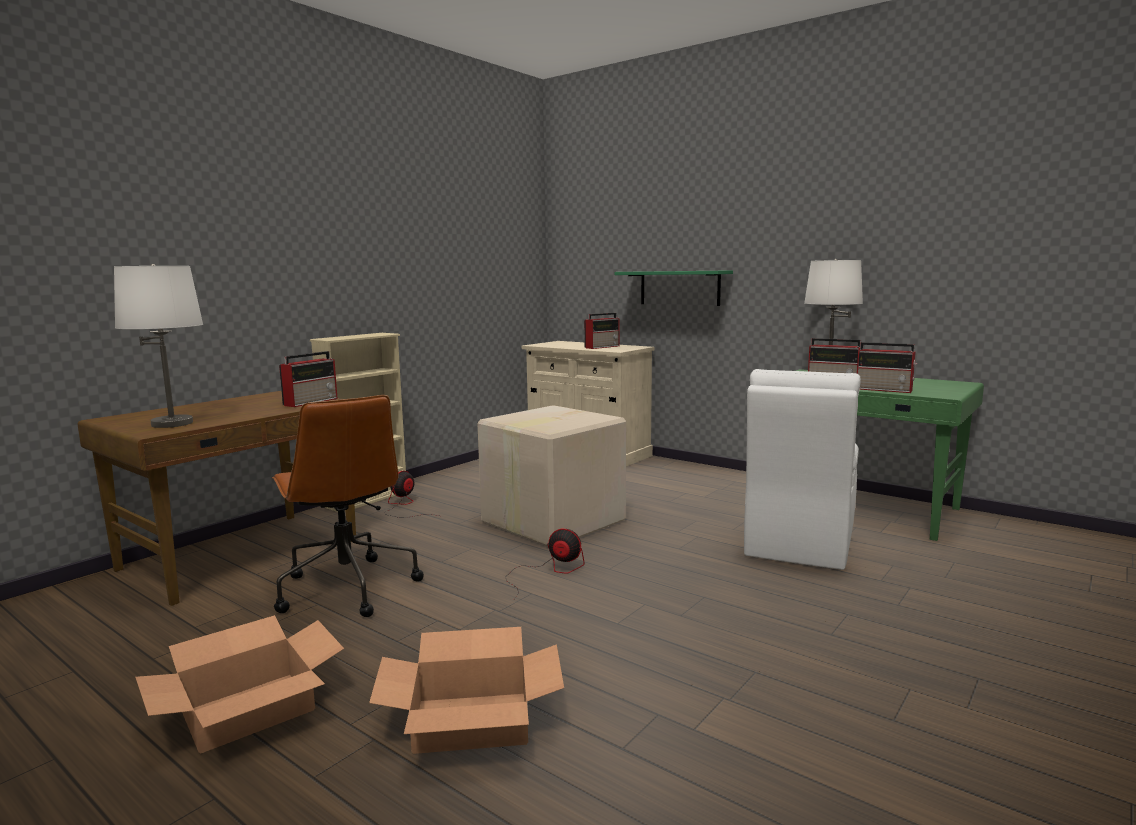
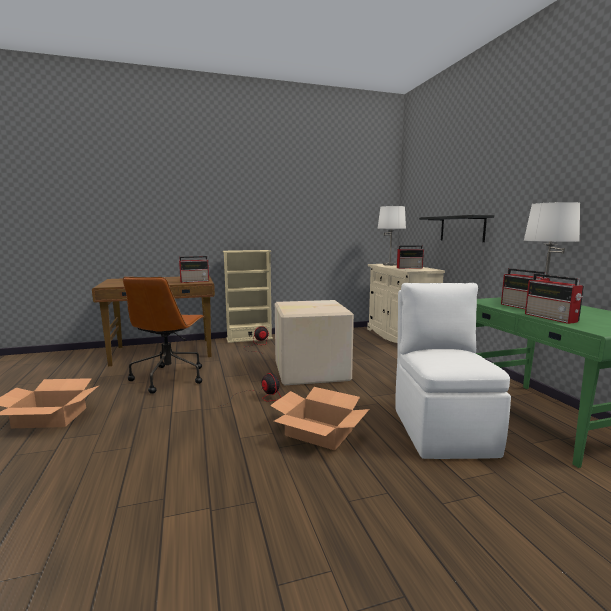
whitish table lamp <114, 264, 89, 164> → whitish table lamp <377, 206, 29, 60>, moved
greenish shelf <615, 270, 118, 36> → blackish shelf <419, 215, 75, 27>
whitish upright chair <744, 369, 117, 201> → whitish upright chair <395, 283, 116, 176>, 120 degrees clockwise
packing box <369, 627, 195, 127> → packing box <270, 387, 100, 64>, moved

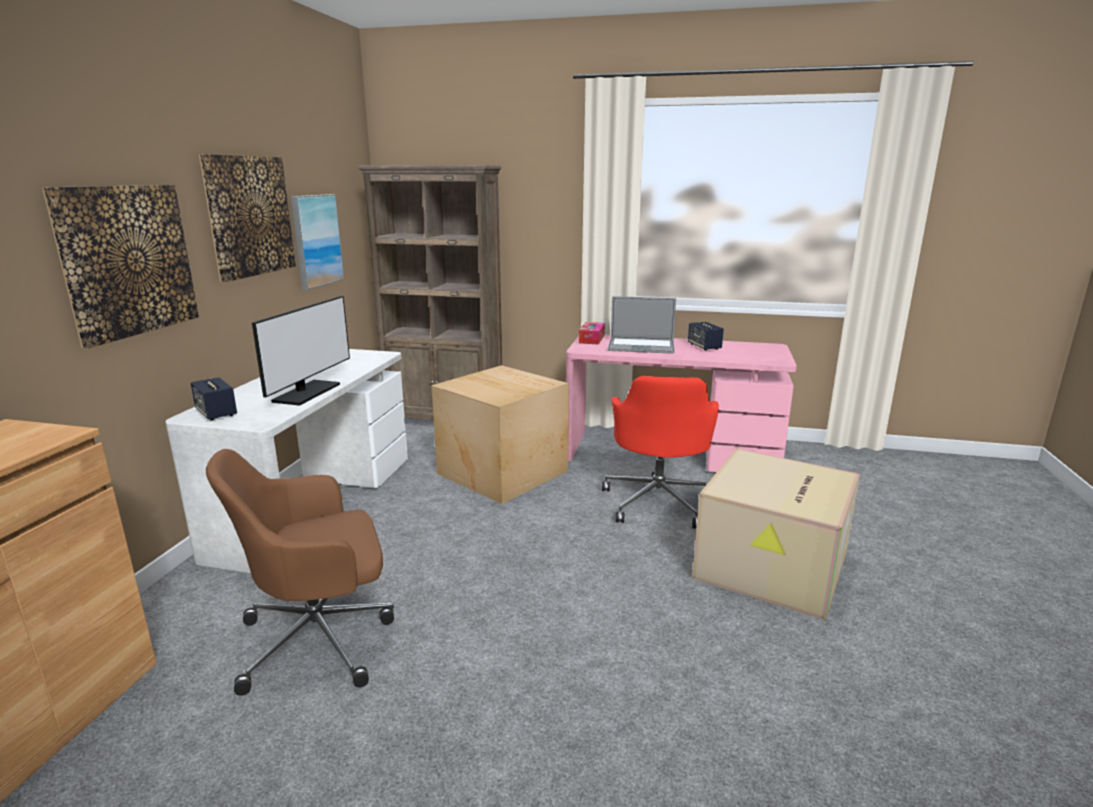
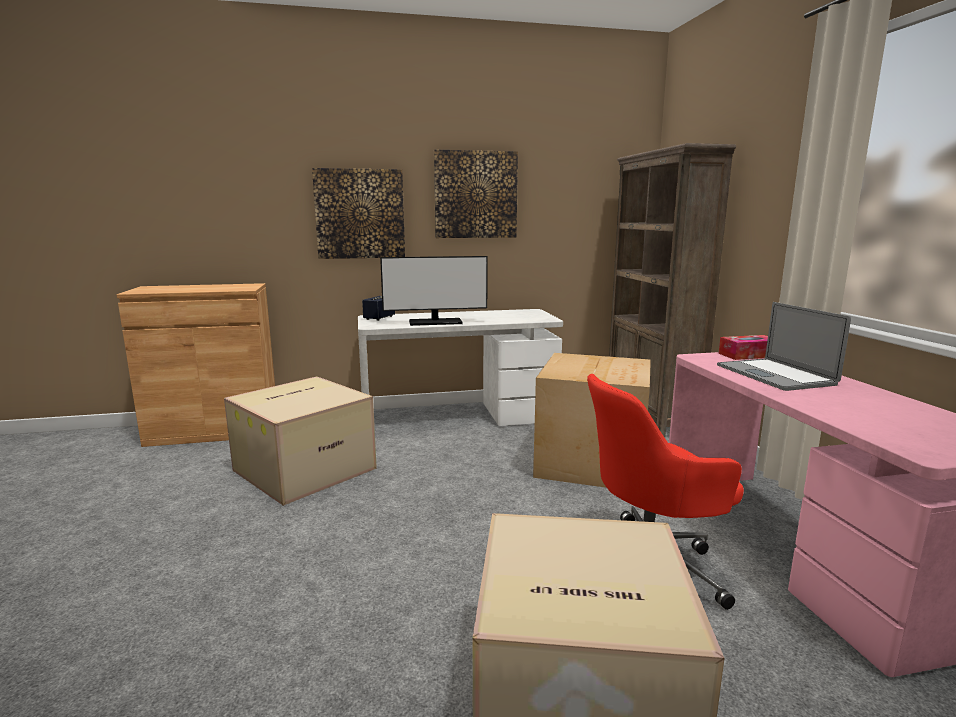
picture <291, 194, 53, 96> → -
loudspeaker <688, 322, 36, 29> → -
brown desk chair <206, 449, 188, 247> → packing box <224, 376, 153, 130>

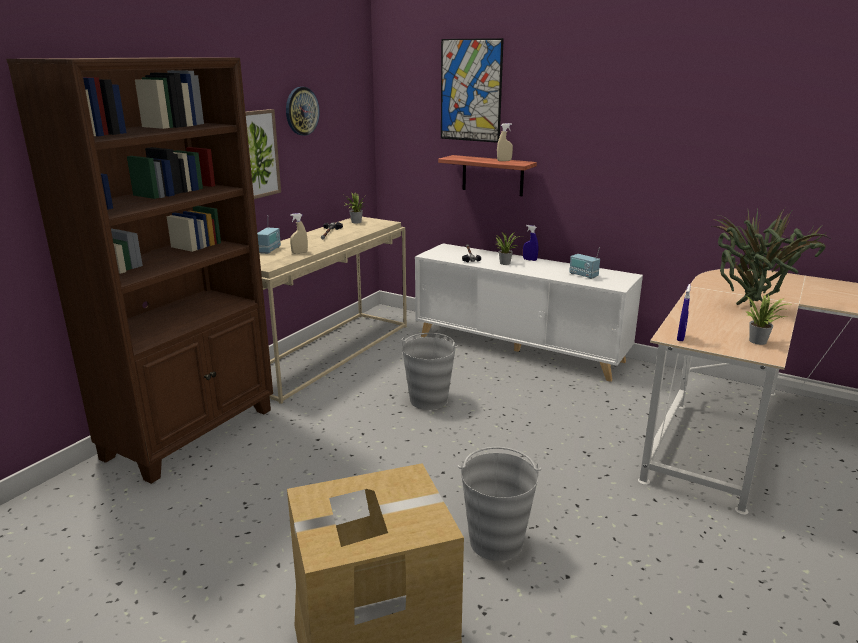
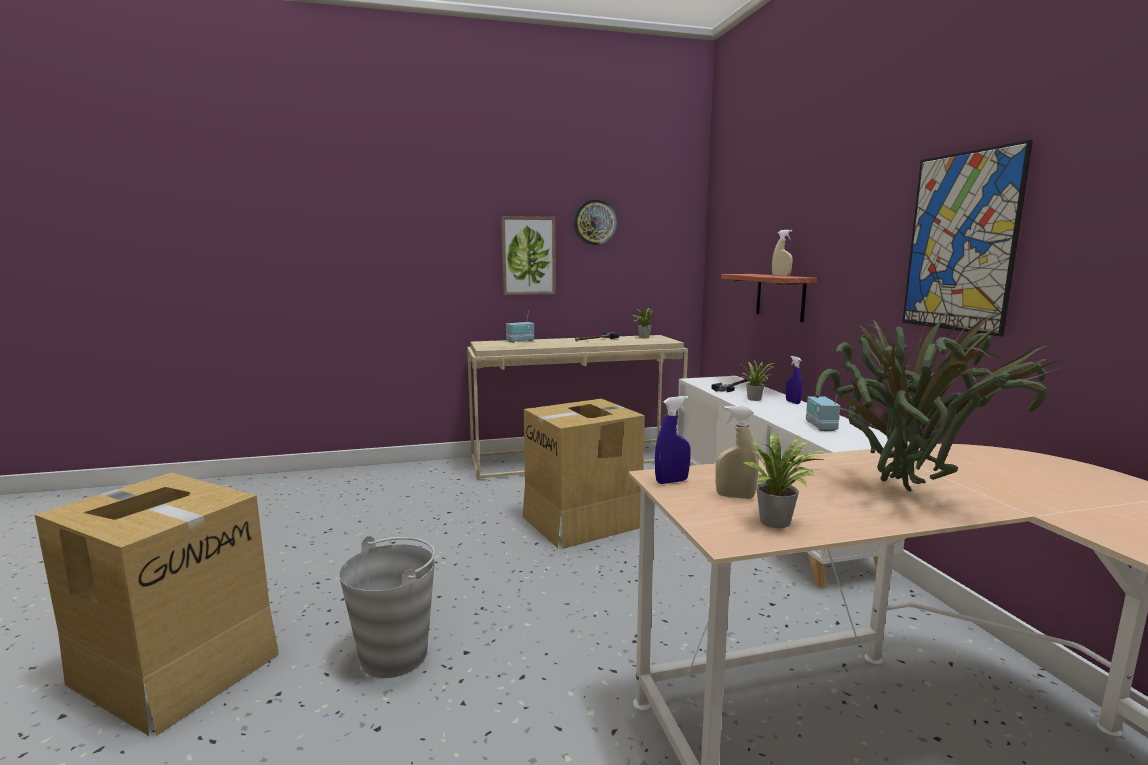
picture <441, 38, 63, 105> → picture <902, 140, 131, 196>, moved
brown bookshelf <6, 57, 267, 427> → -
beige-coloured hand sprayer <290, 213, 18, 41> → beige-coloured hand sprayer <715, 406, 44, 93>, moved
grey water bucket <401, 333, 57, 77> → packing box <522, 399, 123, 150>

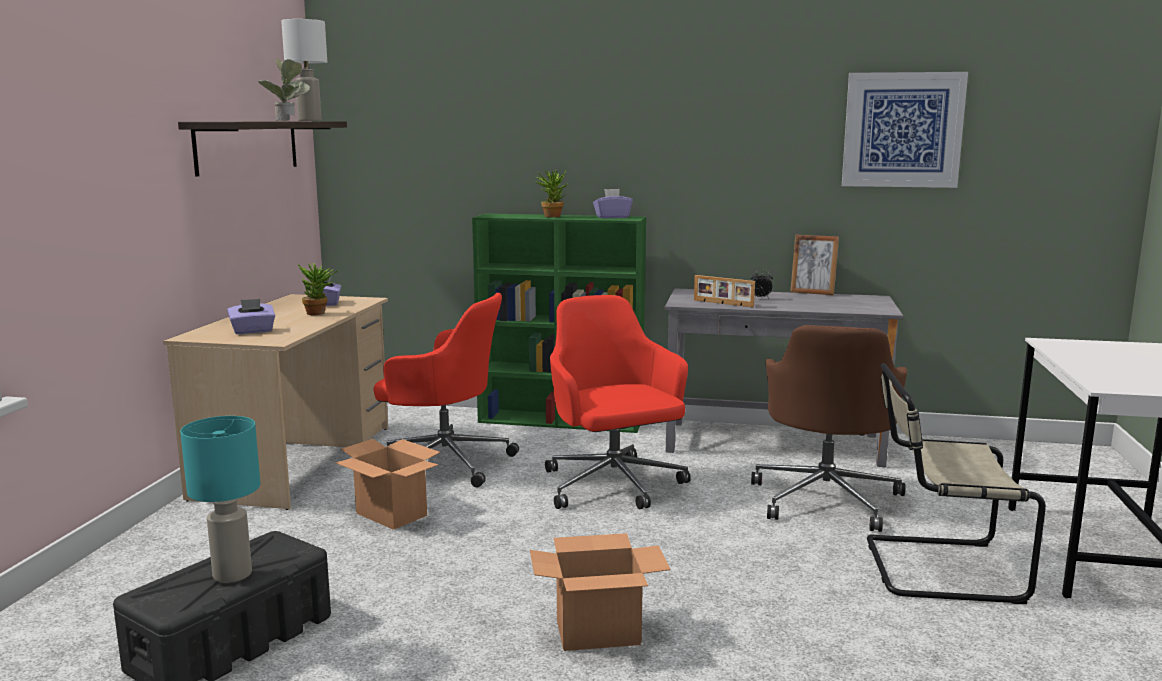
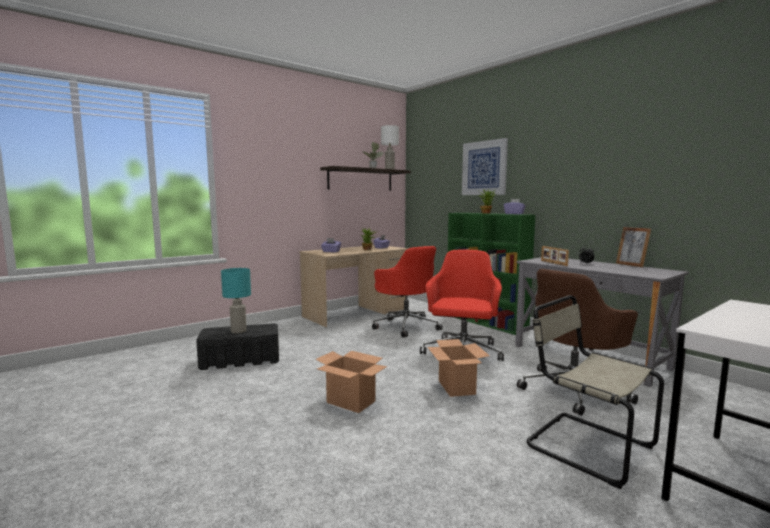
picture <842, 72, 126, 116> → picture <462, 138, 46, 57>, moved
packing box <336, 439, 104, 91> → packing box <427, 339, 63, 58>, moved

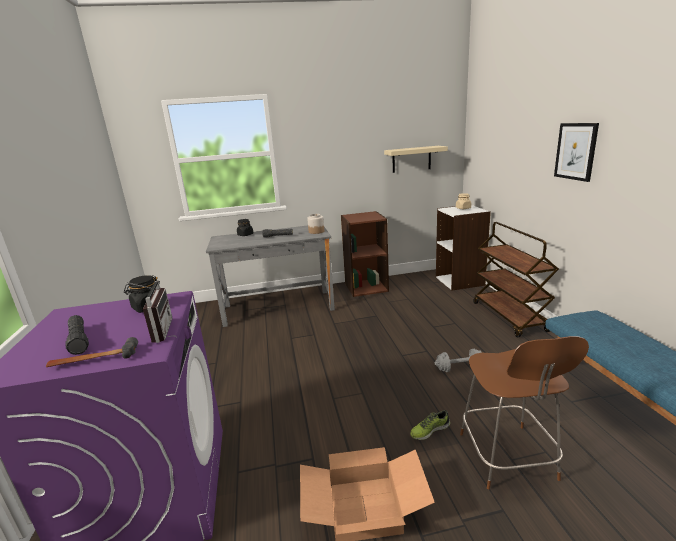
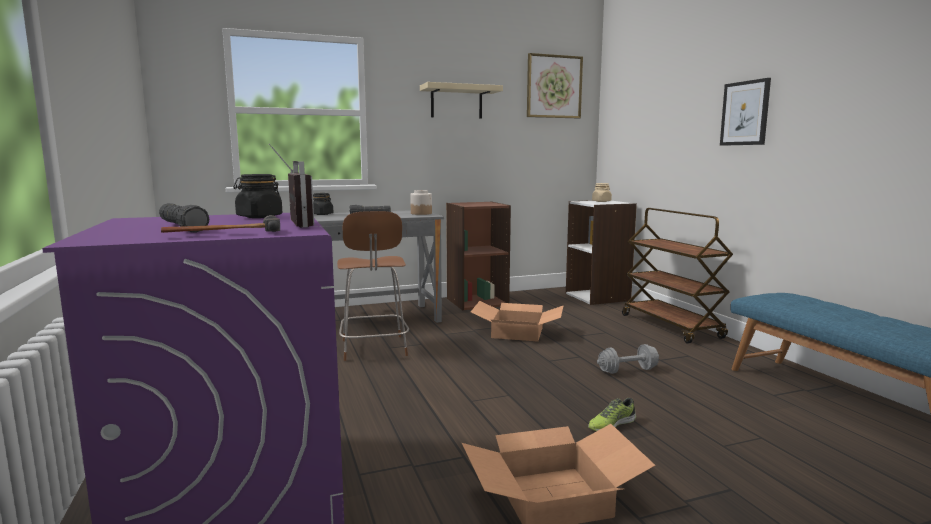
beige-coloured shelf <384, 146, 64, 27> → beige-coloured shelf <420, 82, 83, 37>, moved
brown upright chair <460, 336, 129, 154> → brown upright chair <337, 211, 72, 150>, moved
- → picture <527, 53, 56, 65>
- → packing box <471, 301, 93, 40>

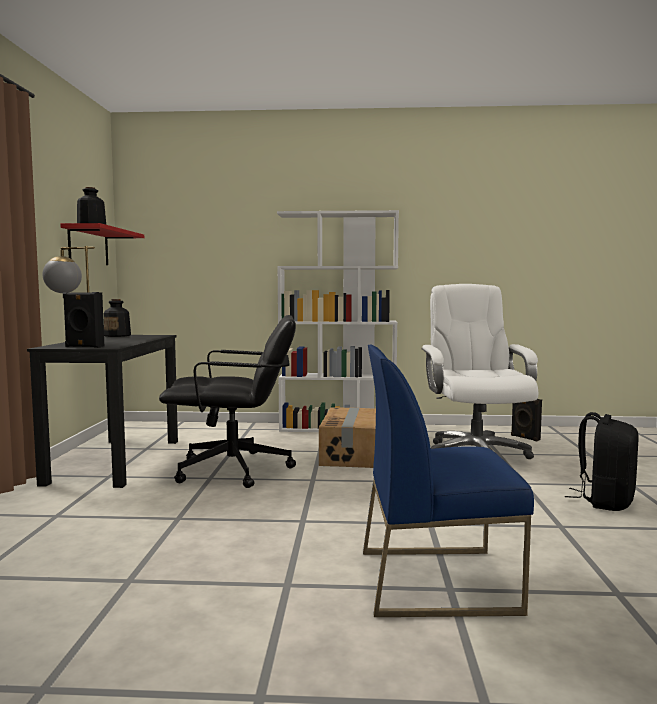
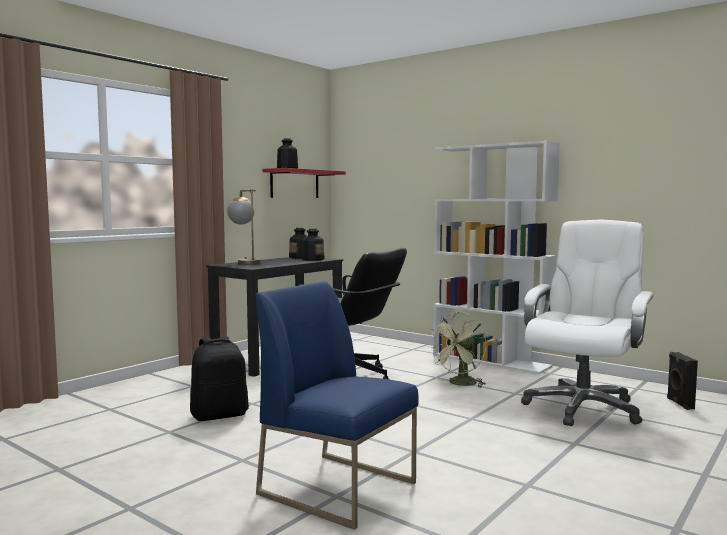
blackish loudspeaker <63, 292, 41, 56> → -
packing box <319, 408, 57, 60> → greenish cooling fan <430, 312, 56, 76>
blackish backpack <565, 412, 74, 99> → blackish backpack <190, 336, 59, 85>, moved
- → drink bottle <302, 229, 23, 32>

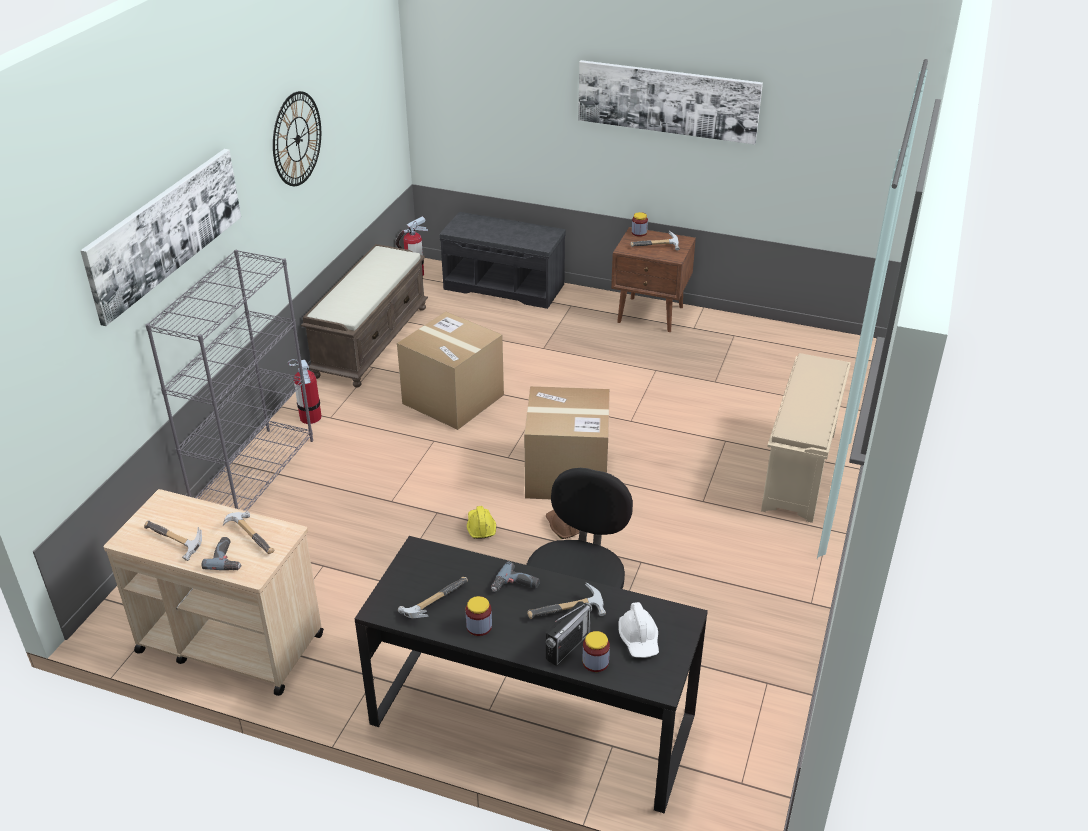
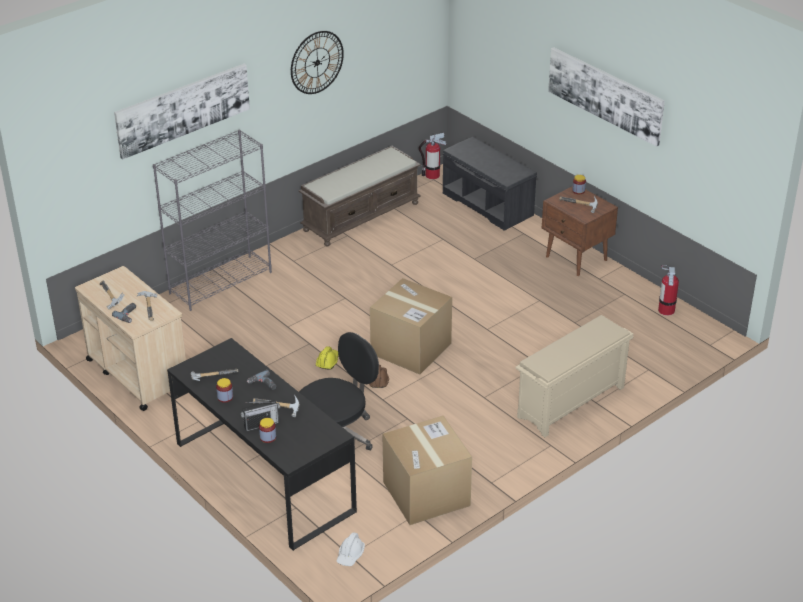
packing box <397, 312, 107, 118> → packing box <382, 416, 90, 109>, moved
fire extinguisher <288, 359, 34, 65> → fire extinguisher <658, 265, 21, 51>, moved
whitish safety helmet <618, 602, 41, 56> → whitish safety helmet <337, 532, 28, 34>, moved

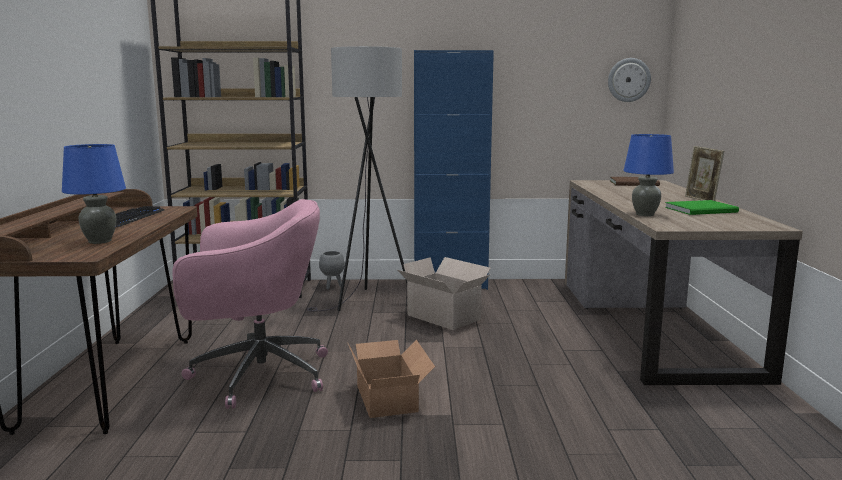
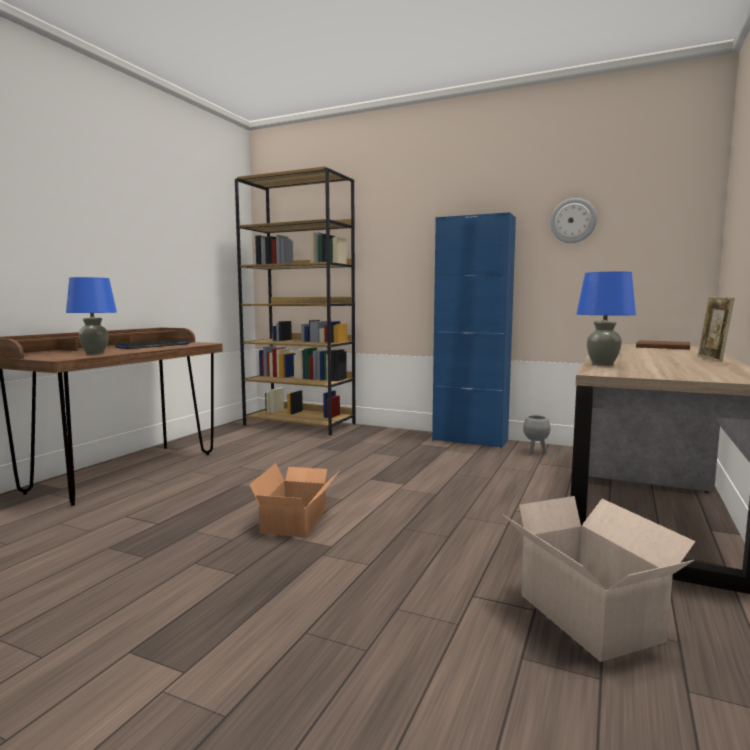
grey floor lamp <307, 46, 100, 265> → -
wall clock <608, 58, 43, 44> → wall clock <550, 198, 47, 45>, moved
pink desk chair <172, 199, 156, 210> → -
greenish bound book <665, 200, 74, 15> → -
grey planter <319, 251, 26, 39> → grey planter <523, 415, 27, 39>, moved
packing box <398, 257, 92, 73> → packing box <503, 496, 193, 166>, moved

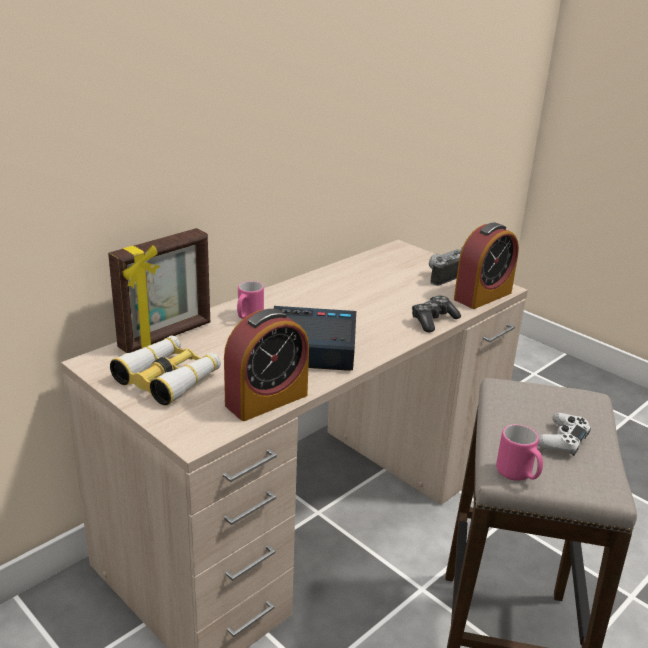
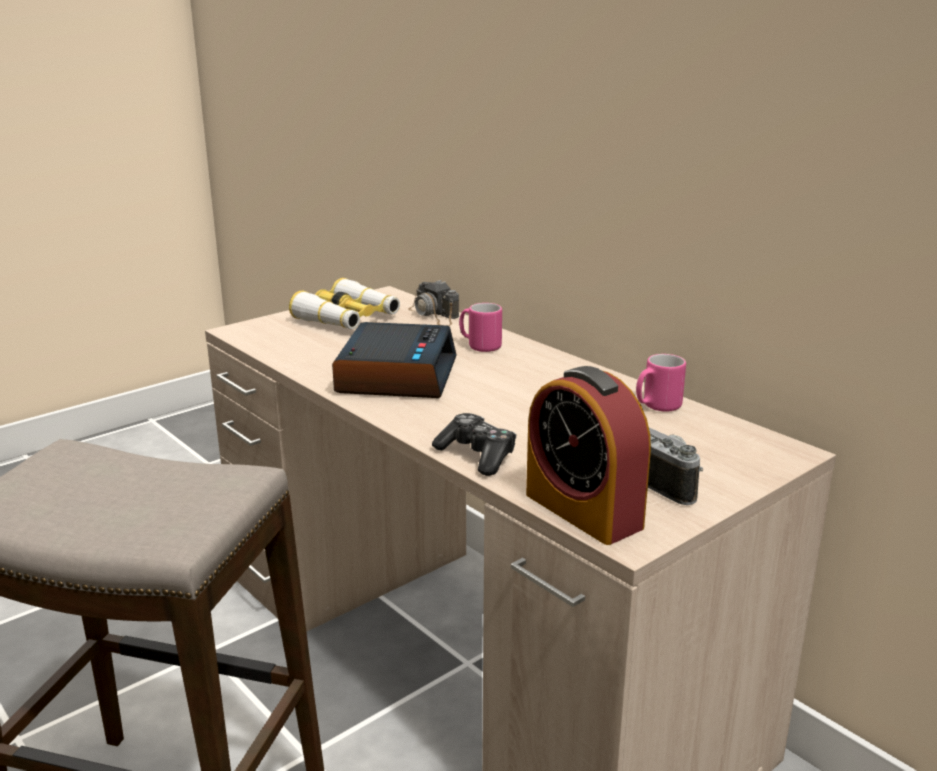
picture frame <108, 228, 102, 125> → photo camera <408, 280, 51, 46>
alarm clock <224, 309, 85, 112> → -
whitish game controller <538, 413, 53, 43> → -
pink coffee mug <496, 424, 47, 57> → pink coffee mug <636, 354, 50, 58>, moved

